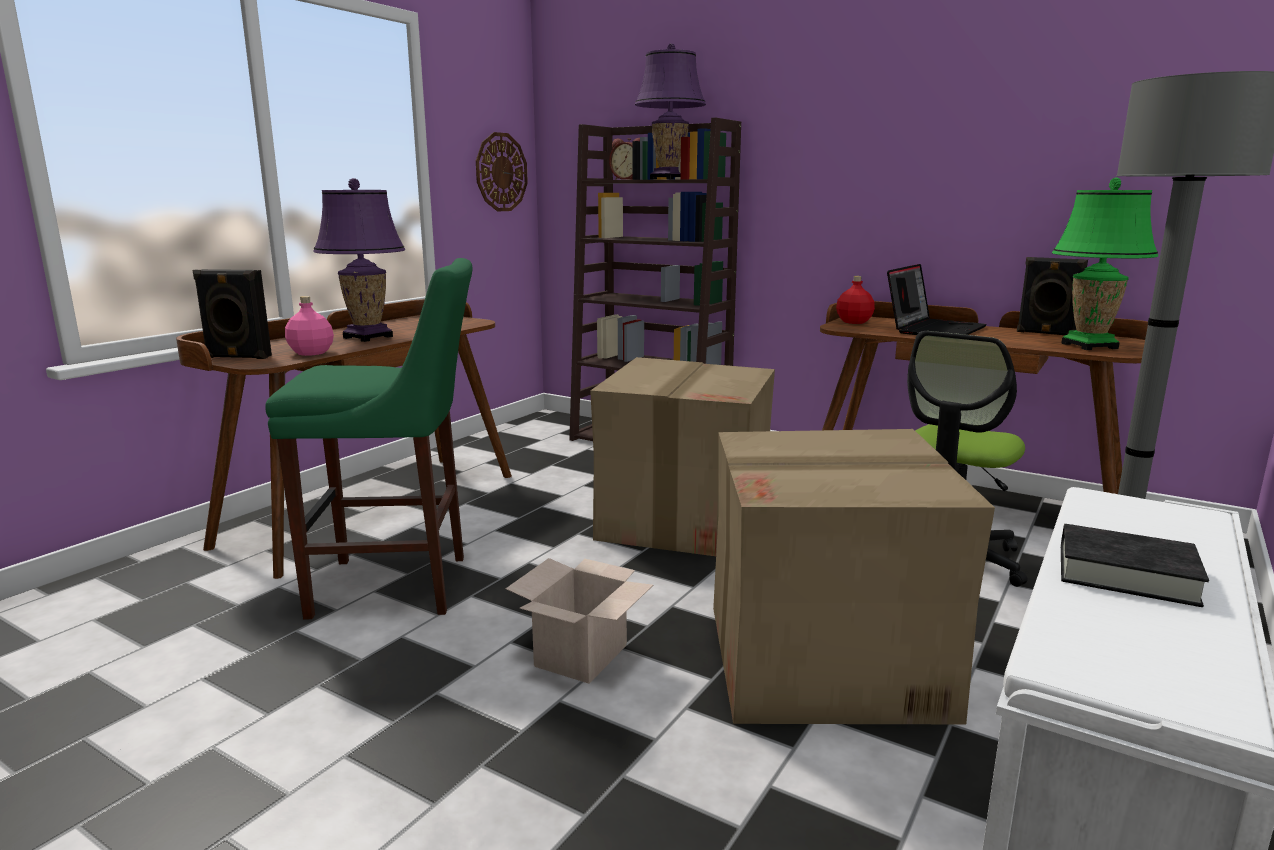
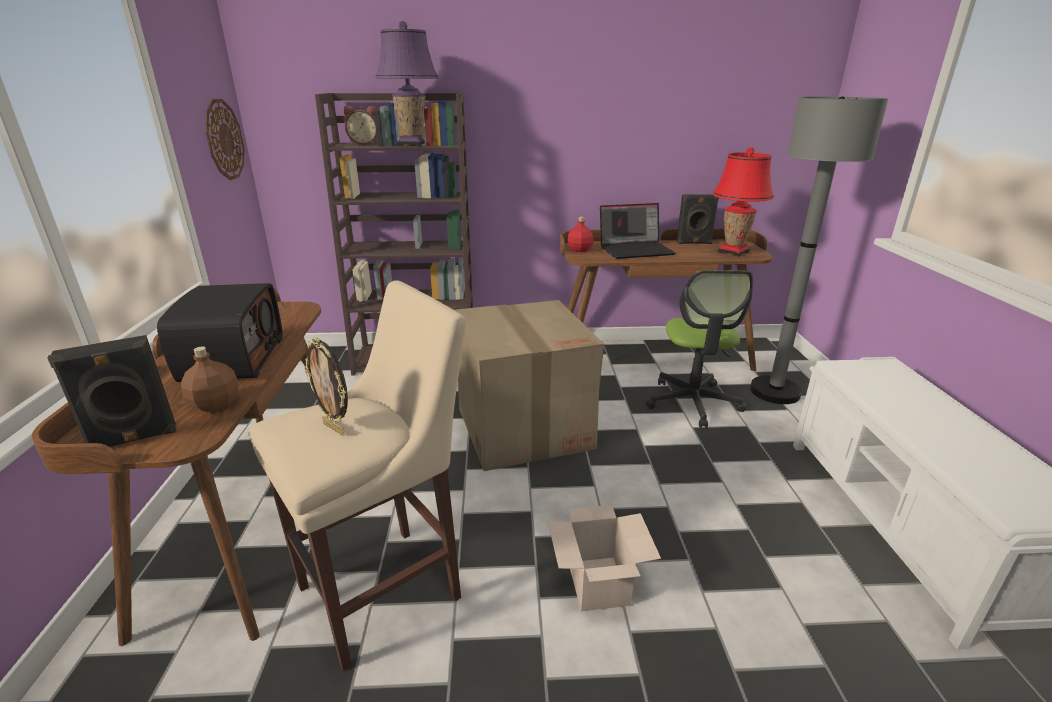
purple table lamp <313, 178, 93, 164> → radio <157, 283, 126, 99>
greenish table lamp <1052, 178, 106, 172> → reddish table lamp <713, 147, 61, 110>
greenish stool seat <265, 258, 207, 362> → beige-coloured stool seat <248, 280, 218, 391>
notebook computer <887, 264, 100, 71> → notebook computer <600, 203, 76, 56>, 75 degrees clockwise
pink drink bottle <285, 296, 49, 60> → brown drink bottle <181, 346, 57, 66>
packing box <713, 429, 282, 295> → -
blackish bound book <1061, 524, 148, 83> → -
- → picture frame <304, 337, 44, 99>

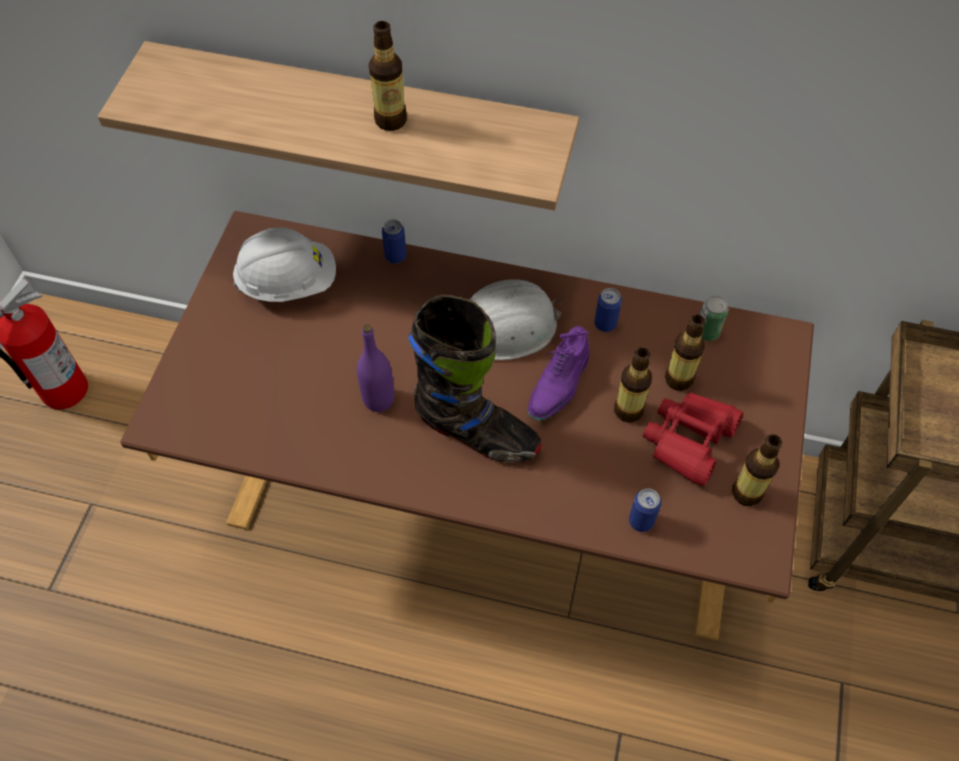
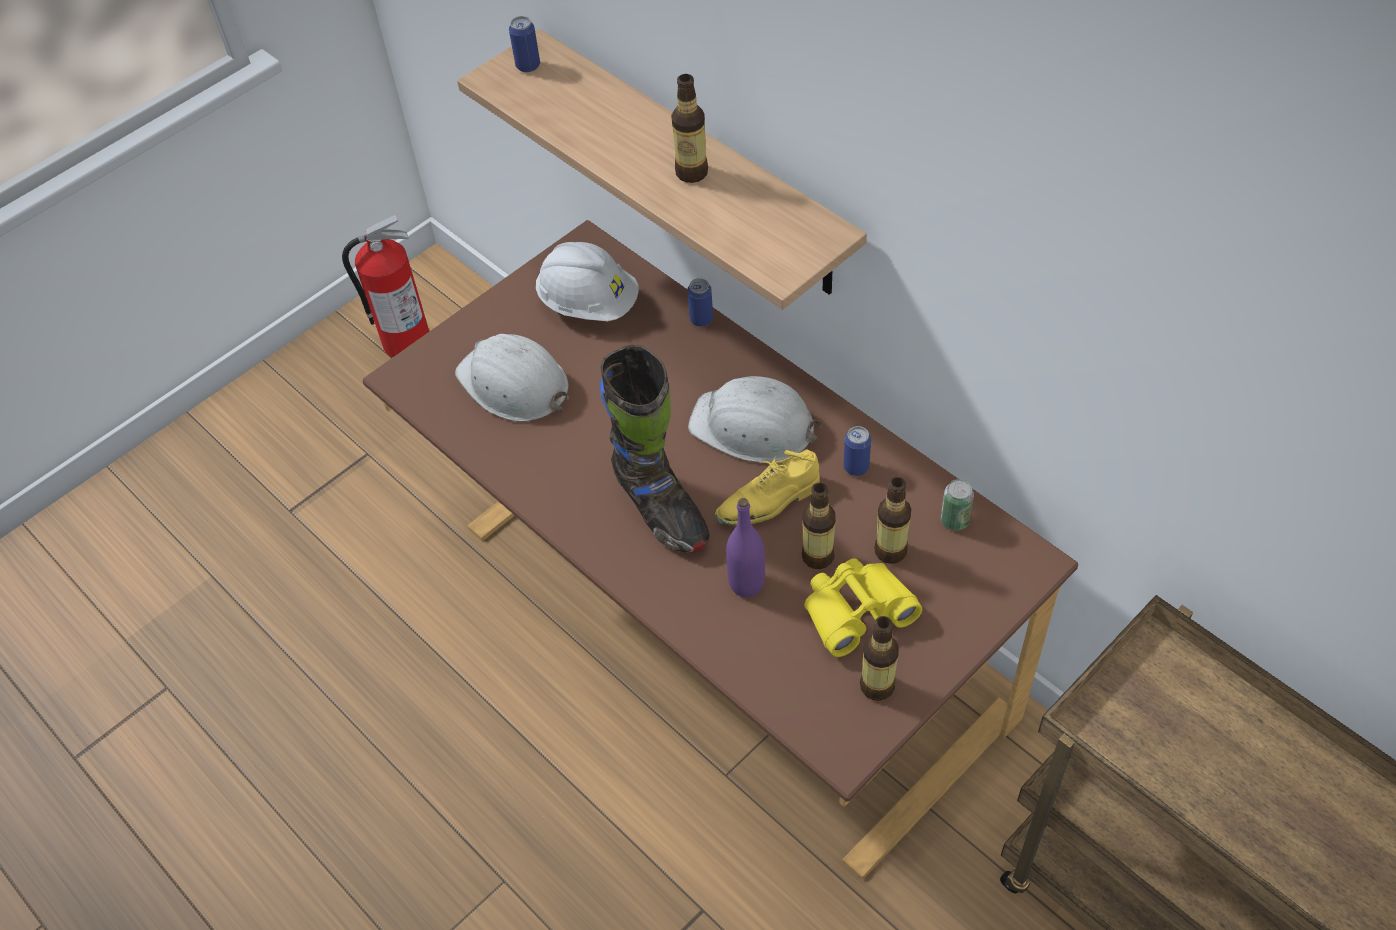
purple drink bottle <357, 324, 37, 88> → purple drink bottle <726, 498, 39, 99>, moved
purple item of footwear <528, 326, 61, 95> → yellow item of footwear <715, 449, 105, 76>
reddish pair of binoculars <643, 392, 100, 94> → yellow pair of binoculars <804, 558, 118, 99>
can <629, 489, 32, 43> → can <509, 16, 31, 57>, moved
- → whitish safety helmet <455, 334, 114, 88>

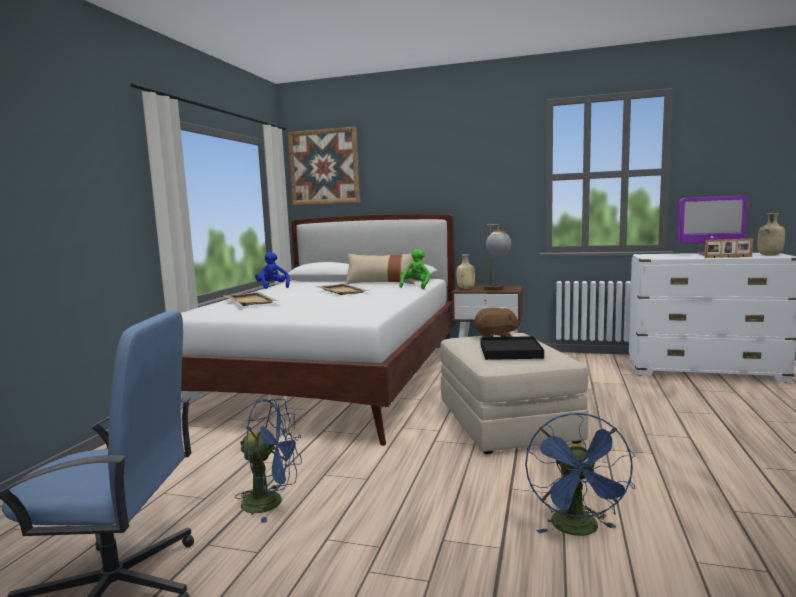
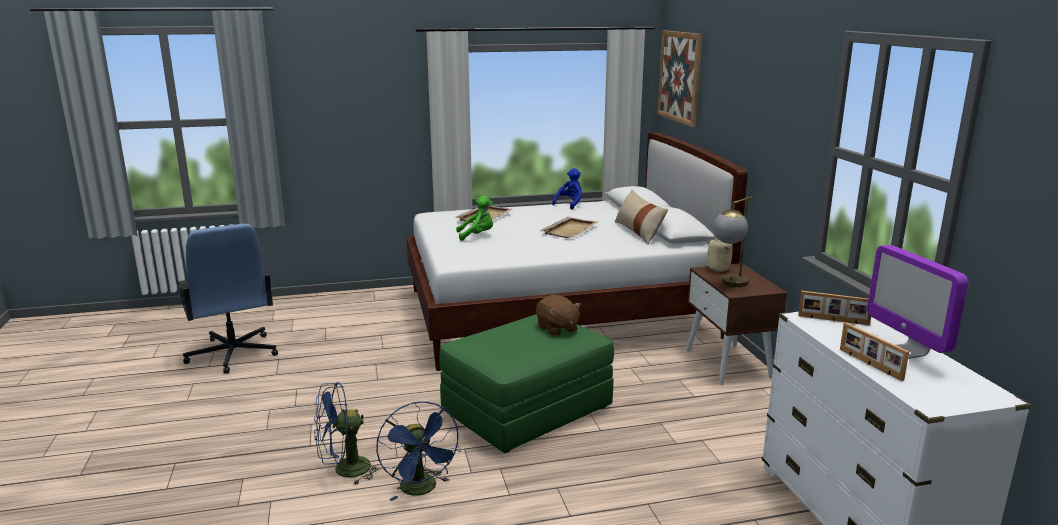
beige-coloured drink bottle <757, 213, 28, 43> → -
greenish plush toy <399, 249, 31, 40> → greenish plush toy <456, 196, 37, 45>, moved
beige-coloured footrest <440, 333, 148, 121> → greenish footrest <439, 314, 175, 139>
blackish serving tray <481, 336, 63, 24> → -
blue cooling fan <235, 399, 67, 124> → blue cooling fan <376, 401, 85, 100>, moved
- → picture frame <798, 291, 73, 34>

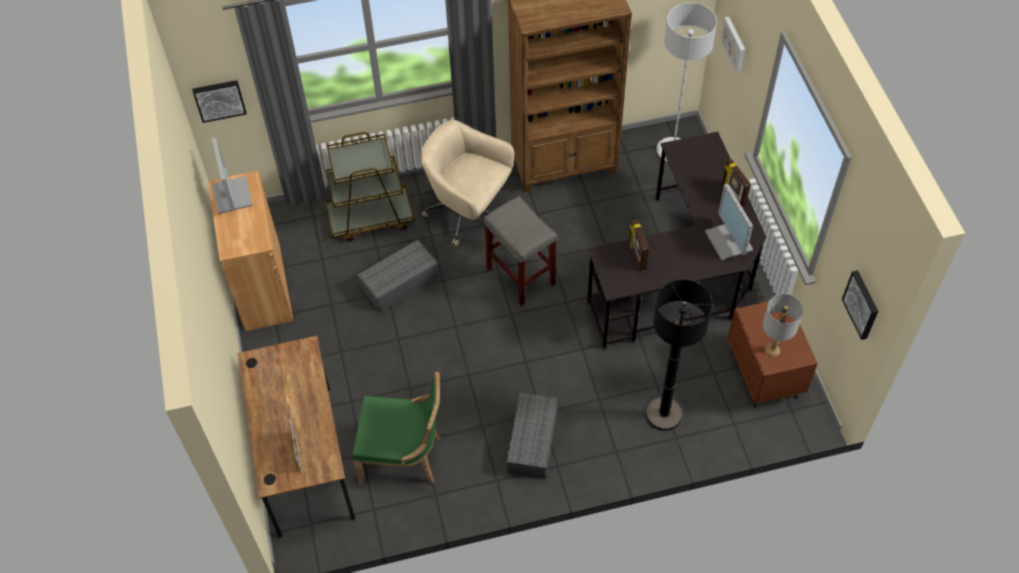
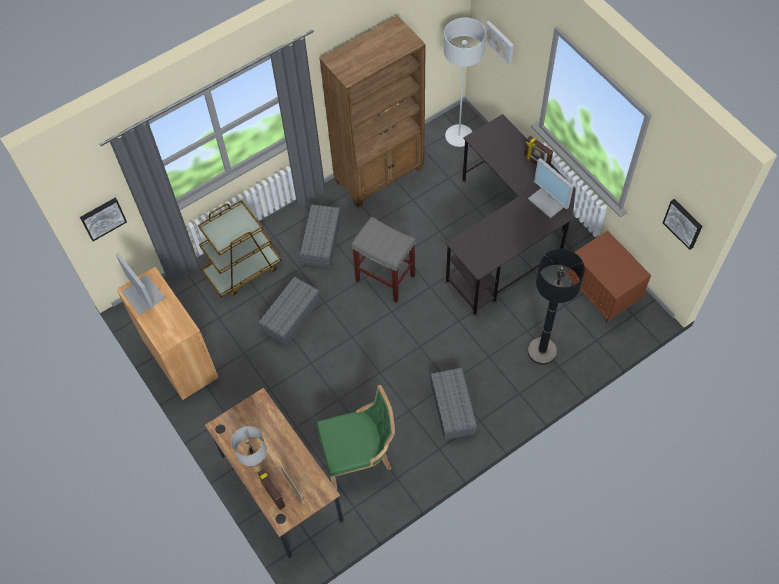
beige-coloured desk chair <421, 120, 93, 126> → grey storage bin <300, 205, 41, 62>
picture frame <629, 220, 20, 51> → picture frame <258, 469, 27, 41>, moved
grey table lamp <763, 294, 40, 63> → grey table lamp <231, 426, 36, 46>, moved

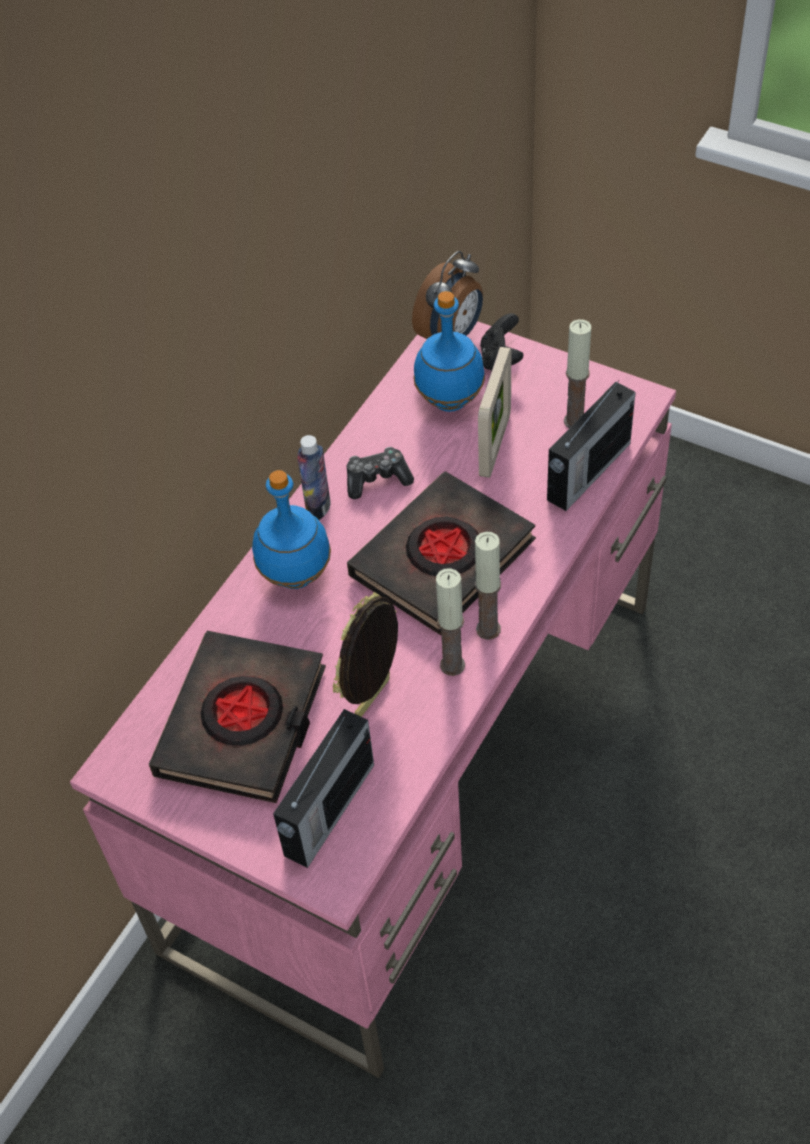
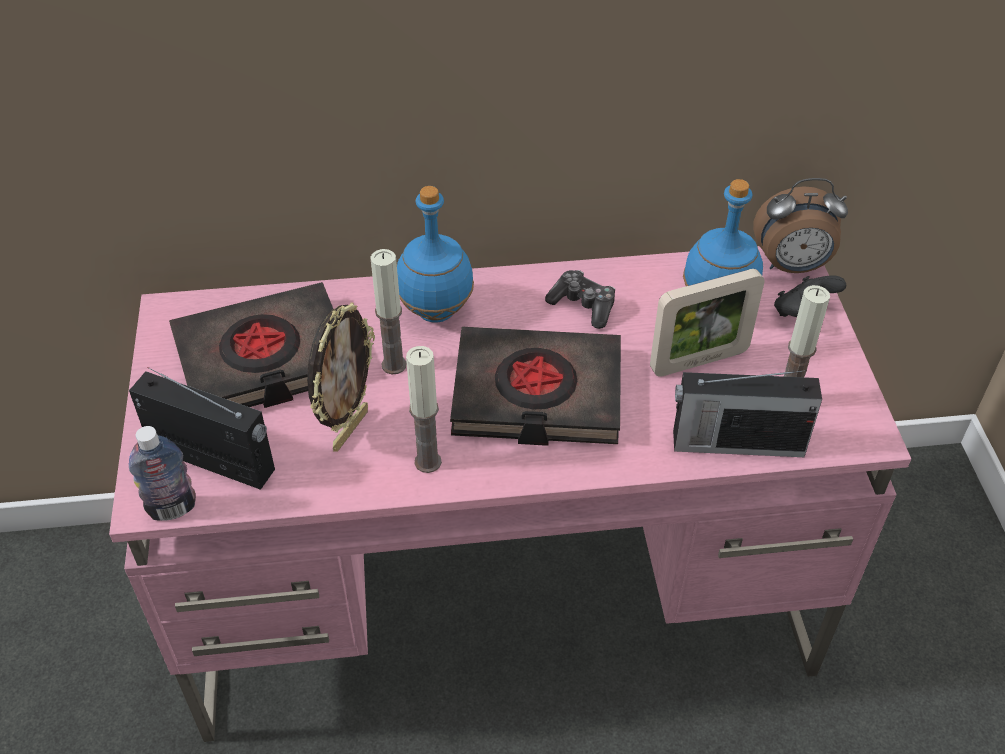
drink bottle <297, 435, 34, 85> → drink bottle <129, 426, 67, 95>, moved
wax candle <475, 532, 26, 108> → wax candle <370, 249, 37, 125>, moved
picture frame <333, 592, 65, 125> → picture frame <307, 302, 68, 150>, 120 degrees clockwise
radio <273, 709, 101, 159> → radio <129, 367, 146, 123>, 150 degrees counterclockwise

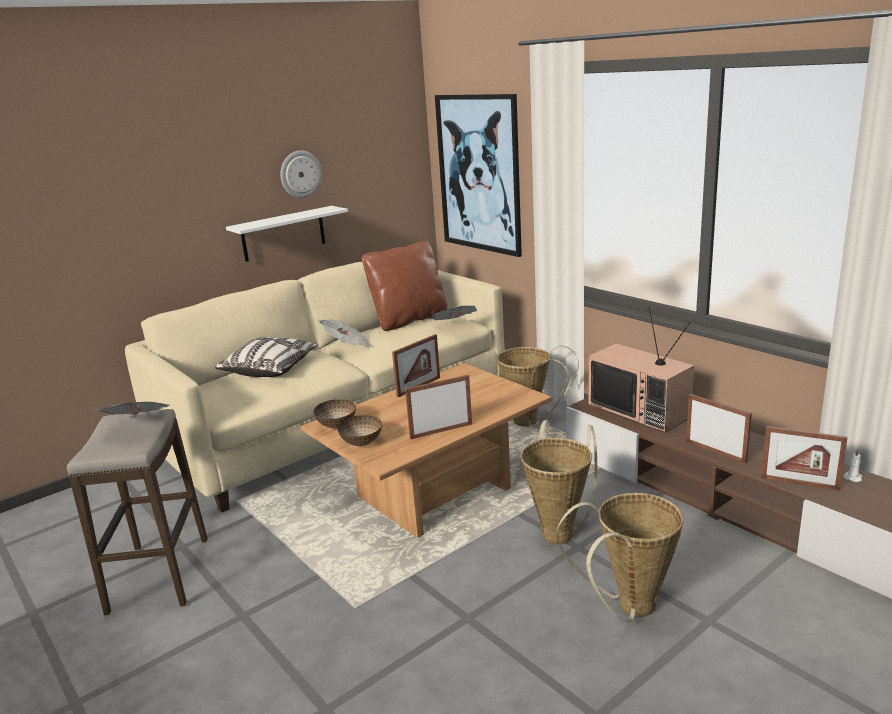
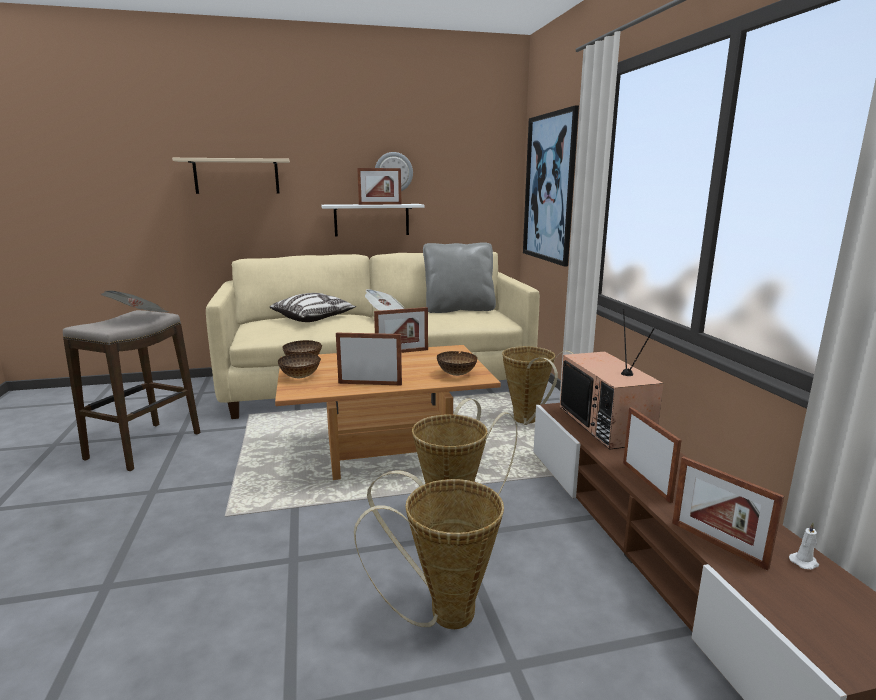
brown throw pillow <362, 241, 85, 90> → grey throw pillow <423, 242, 73, 71>
daily paper <432, 306, 45, 14> → -
- → beige-coloured shelf <172, 158, 118, 36>
- → picture frame <357, 168, 45, 37>
- → bowl <437, 351, 40, 25>

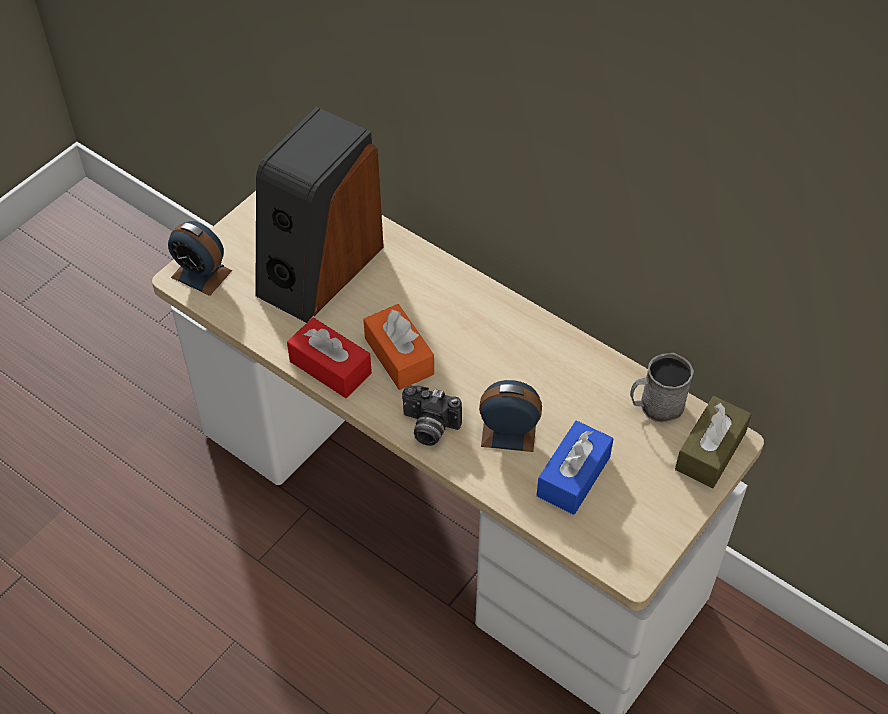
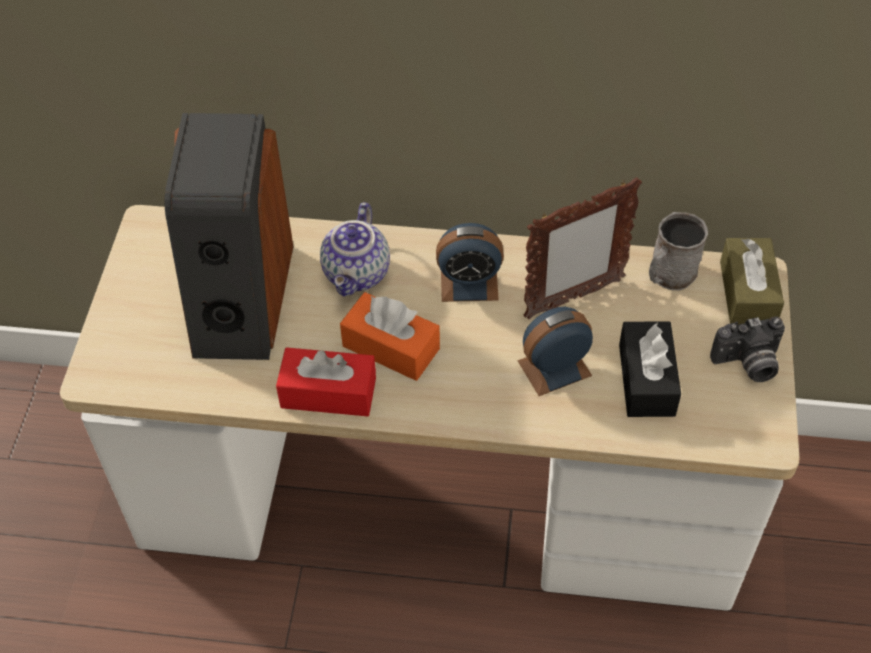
alarm clock <168, 221, 64, 75> → alarm clock <436, 223, 68, 79>, moved
photo camera <402, 385, 60, 61> → photo camera <710, 316, 75, 66>, moved
blue box of tissues <537, 420, 76, 95> → blackish box of tissues <619, 321, 62, 96>
- → picture frame <524, 177, 118, 142>
- → tea pot <320, 202, 70, 94>

